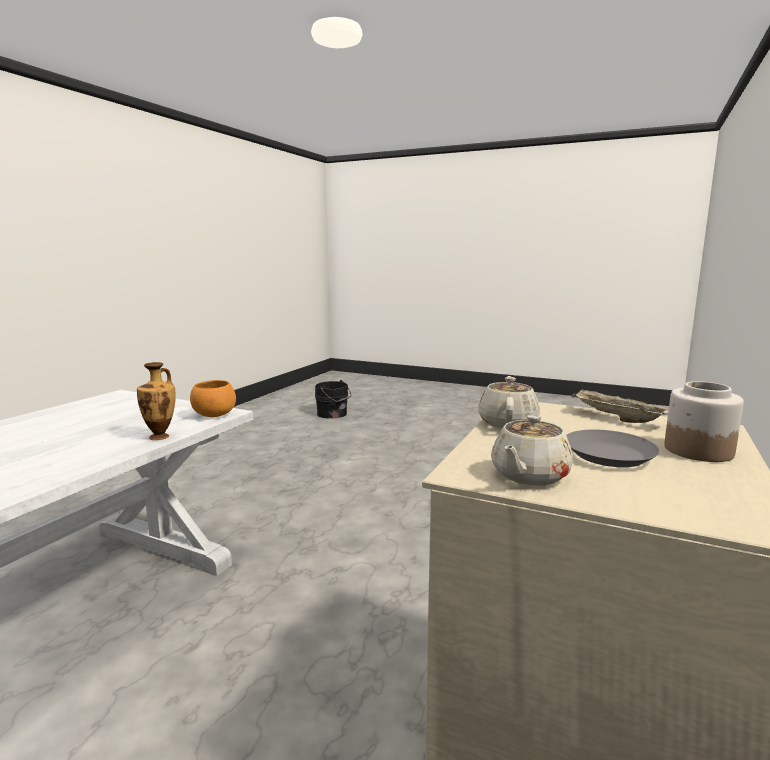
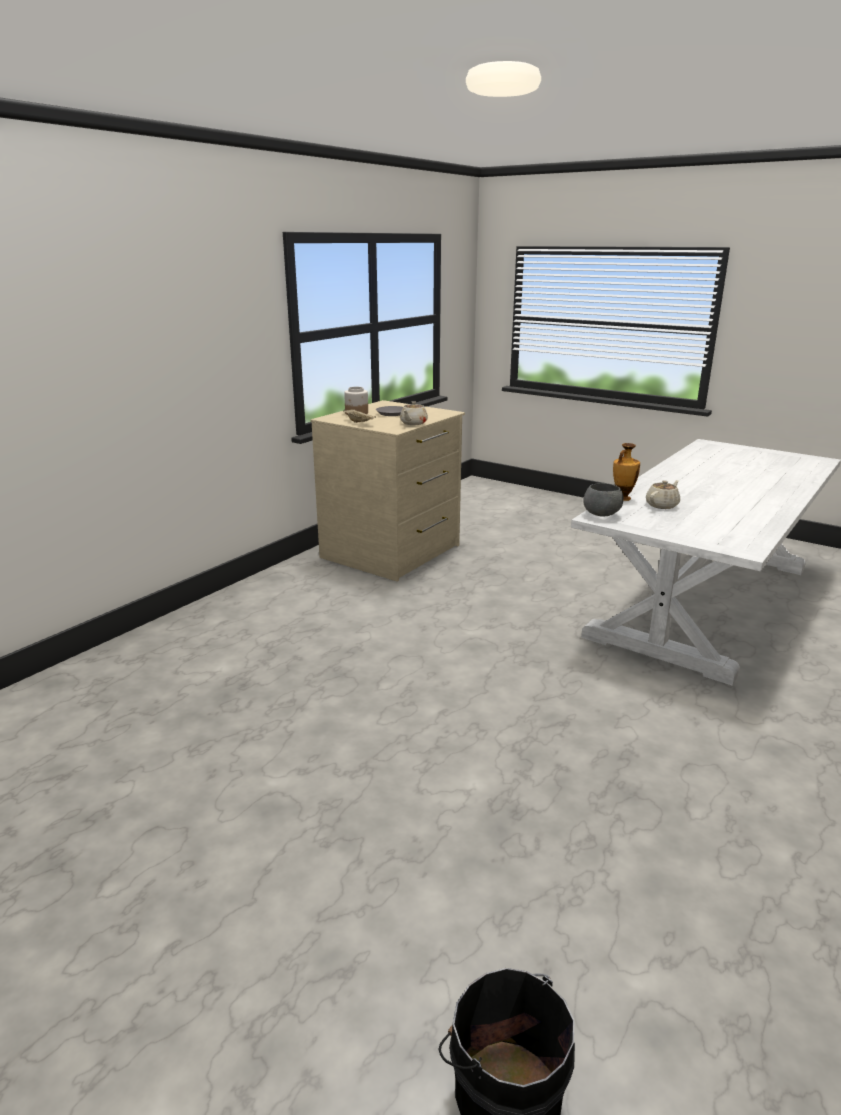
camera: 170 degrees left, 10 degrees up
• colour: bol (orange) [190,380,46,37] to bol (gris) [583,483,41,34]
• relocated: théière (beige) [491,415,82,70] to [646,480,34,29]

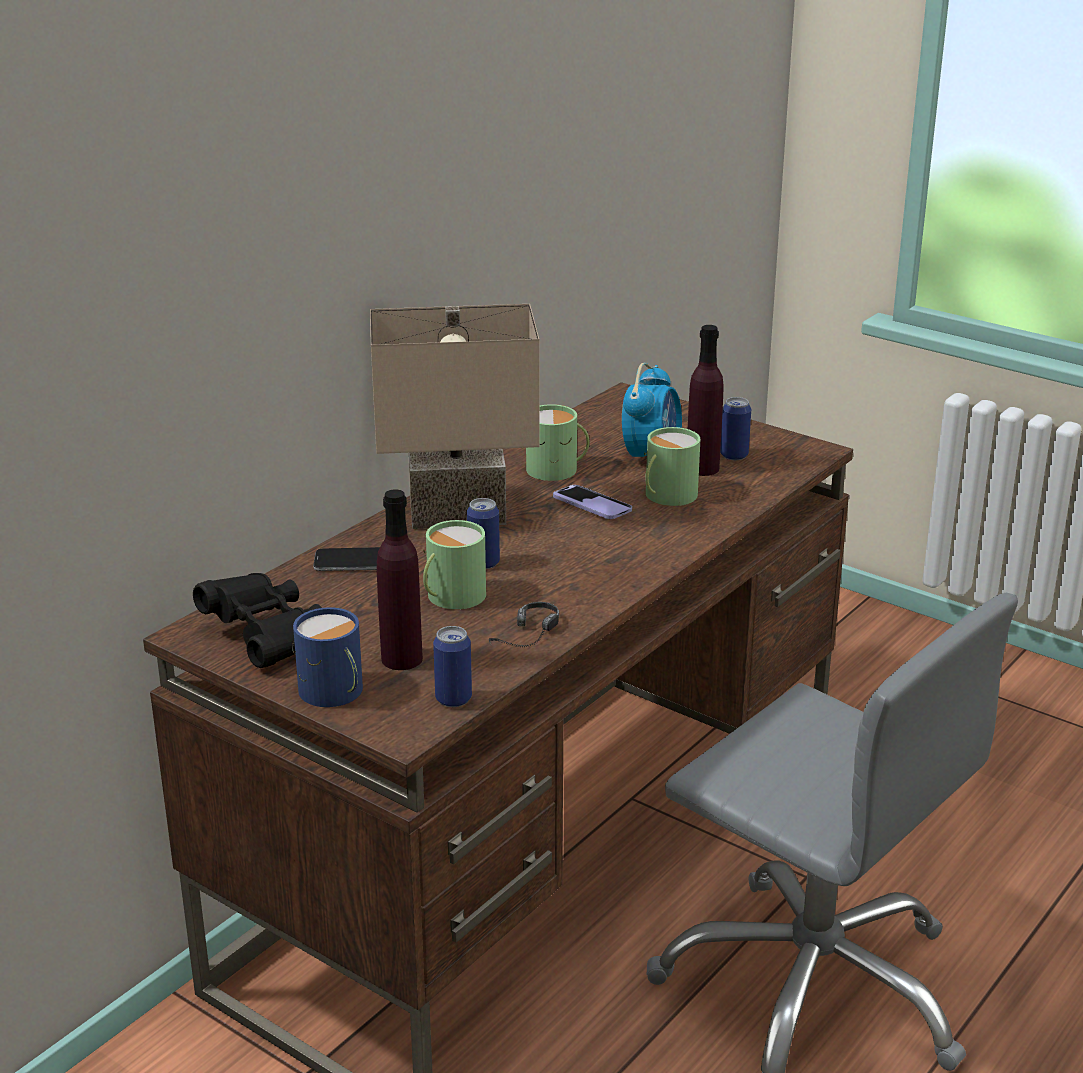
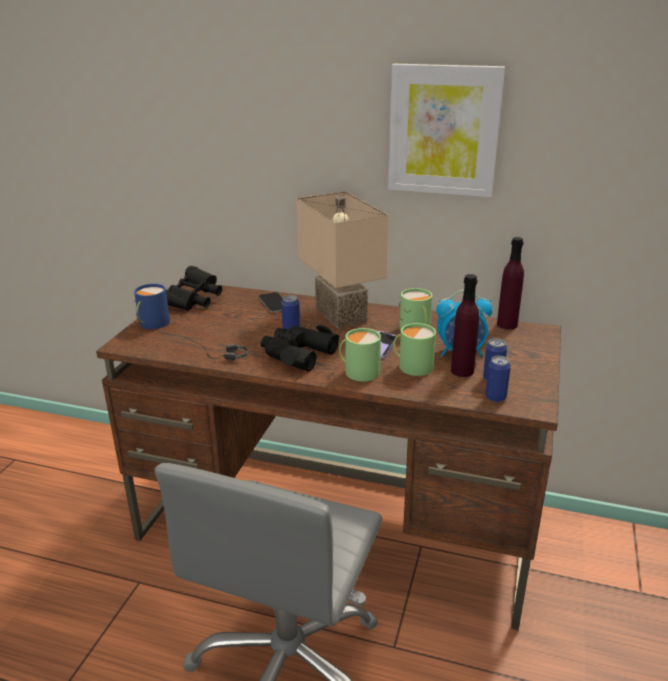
camera: 70 degrees right, 0 degrees up
• relocated: bouteille (violet) [377,489,46,181] to [497,237,27,93]
• relocated: mug (vert) [423,520,63,90] to [339,328,42,53]
• relocated: boîte métallique [433,626,39,81] to [485,356,26,46]
• appeared: jumelles (noir) [261,324,78,47]
• appeared: tableau [388,64,117,133]

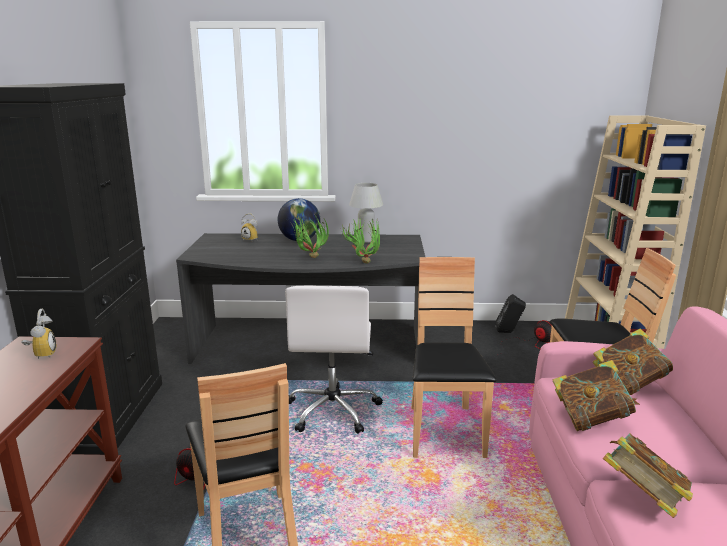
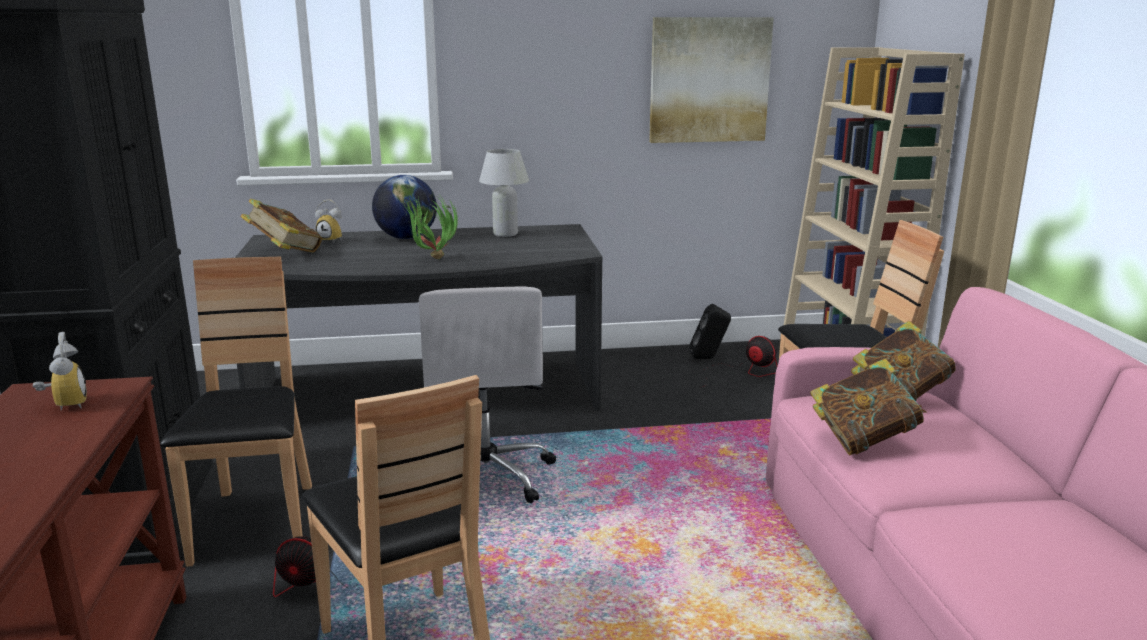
camera: 10 degrees left, 0 degrees up
• missing: plante en pot [342,216,38,48]
• relocated: chaise (marron) [411,257,86,201] to [160,257,152,310]
• relocated: livre [603,433,90,85] to [240,199,82,54]
• appeared: tableau [649,17,125,126]

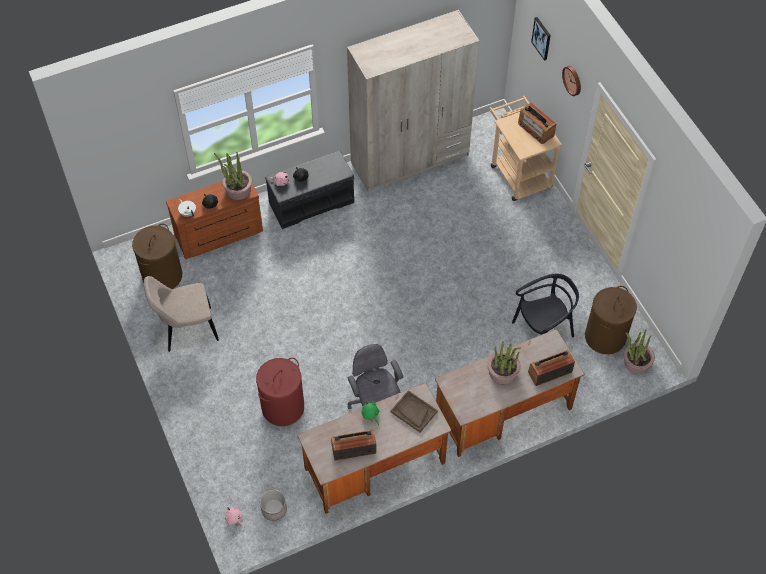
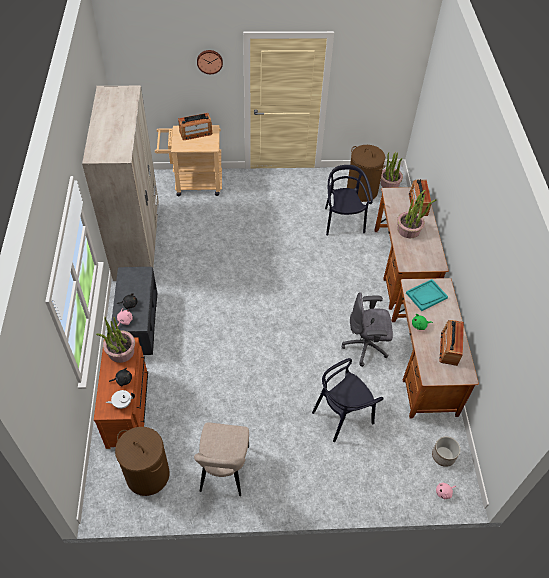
camera: 70 degrees left, 5 degrees down
• exchanged: panier à linge (rouge) [256,358,48,68] to chaise (noir) [312,358,72,84]
• colour: plateau (marron) [391,390,47,42] to plateau (turquoise) [406,279,42,32]
• missing: tableau [531,17,20,44]

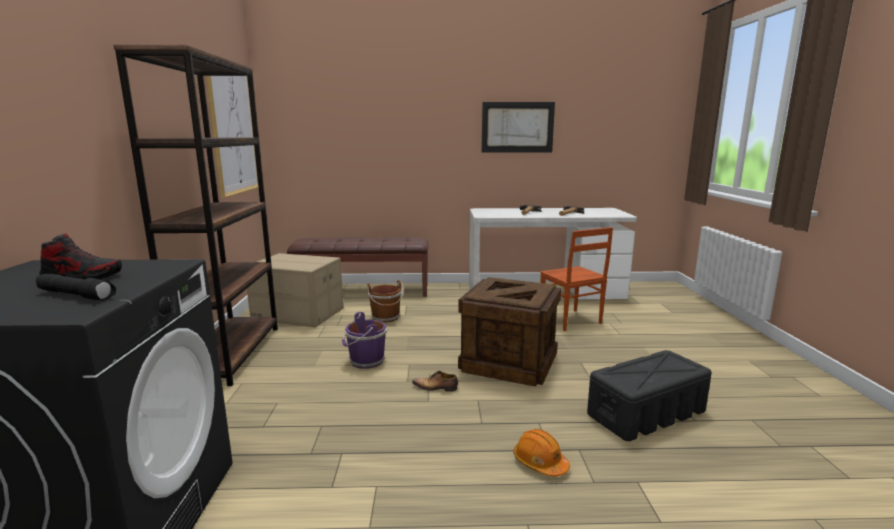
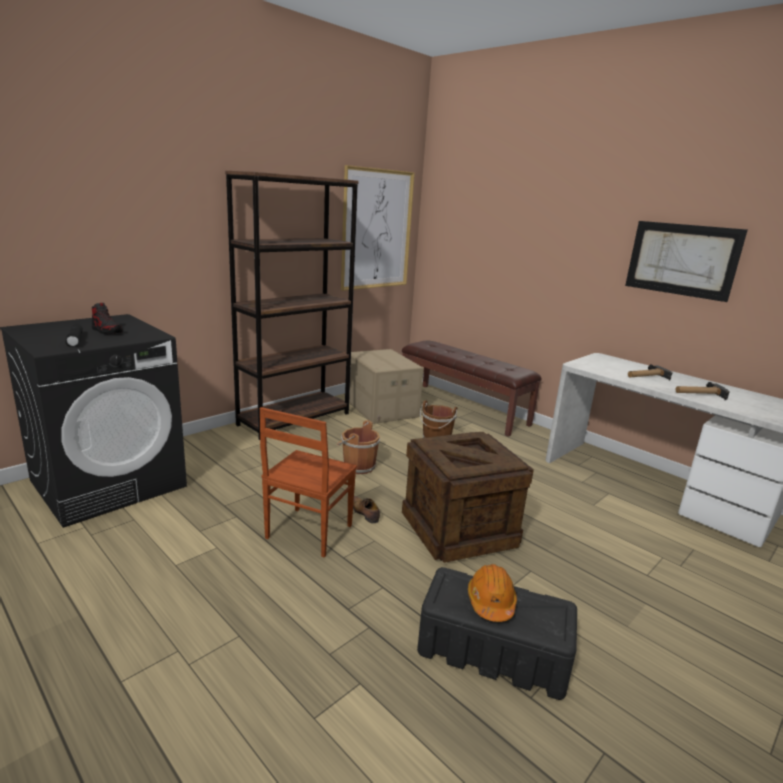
camera: 45 degrees right, 5 degrees up
• colour: seau (violet) [342,312,46,57] to seau (marron) [337,420,43,54]
• relocated: casque de chantier (orange) [514,429,56,47] to [468,564,49,58]
• relocated: chaise (marron) [540,227,73,104] to [260,407,97,151]

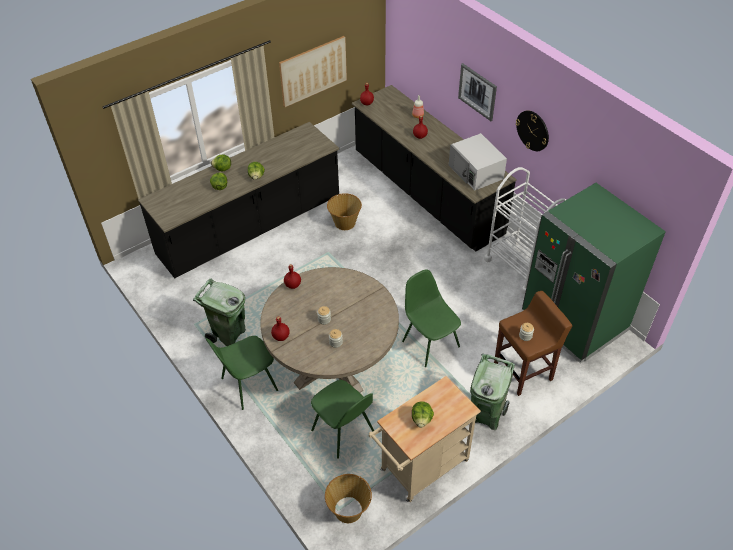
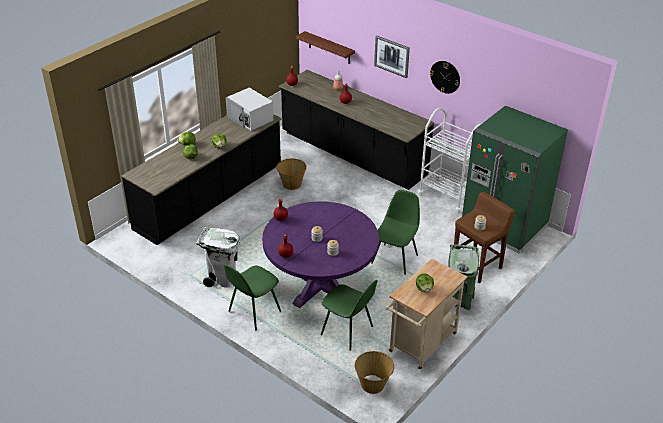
camera: 15 degrees left, 10 degrees down
• colour: poubelle (vert) [193,278,53,68] to poubelle (blanc) [196,227,44,60]
• colour: table à manger (beige) [260,267,139,126] to table à manger (violet) [262,202,117,106]
• missing: tableau [279,36,68,71]
• spun: chaise (vert) [402,269,59,98] = [371,190,49,85] 75 degrees clockwise
• relocated: micro-ondes (blanc) [449,133,58,57] to [226,87,48,44]
• appeared: étagère [296,31,59,33]

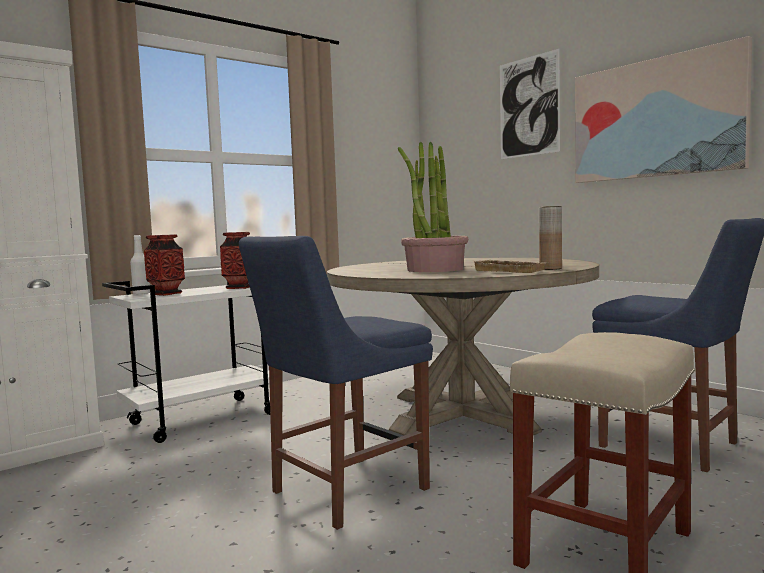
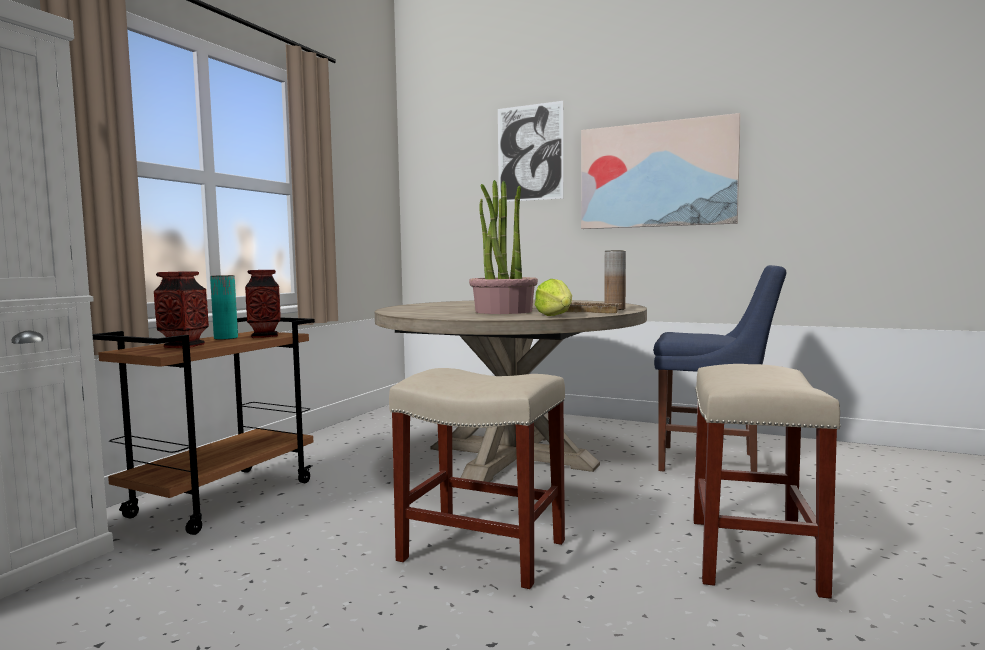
camera: 25 degrees left, 0 degrees up
• colour: chariot (blanc) [102,281,168,162] to chariot (marron) [92,317,223,218]
• missing: bouteille (blanc) [130,235,20,60]
• exchanged: chaise (bleu) [239,236,194,294] to tabouret (beige) [389,368,176,221]
• appeared: vase (turquoise) [210,275,28,65]
• appeared: laitue [535,279,37,37]

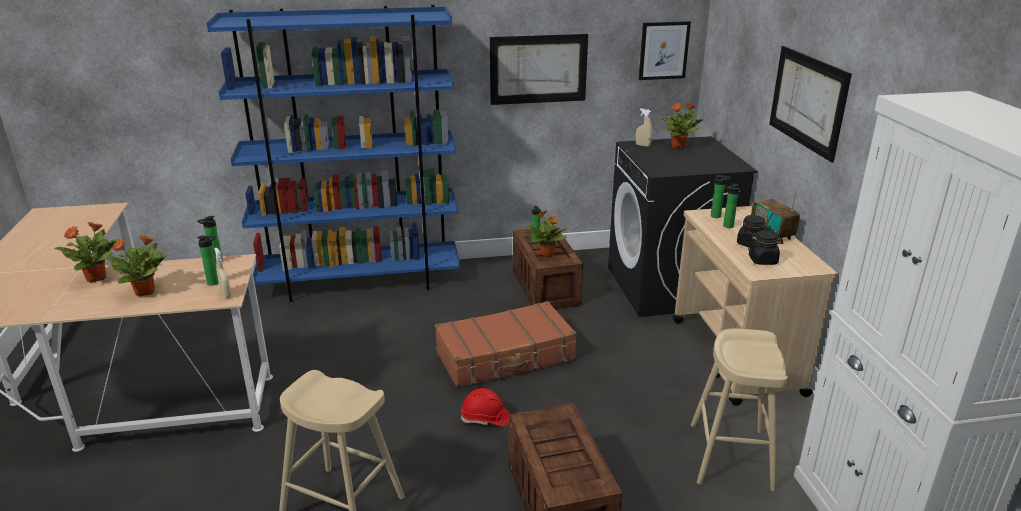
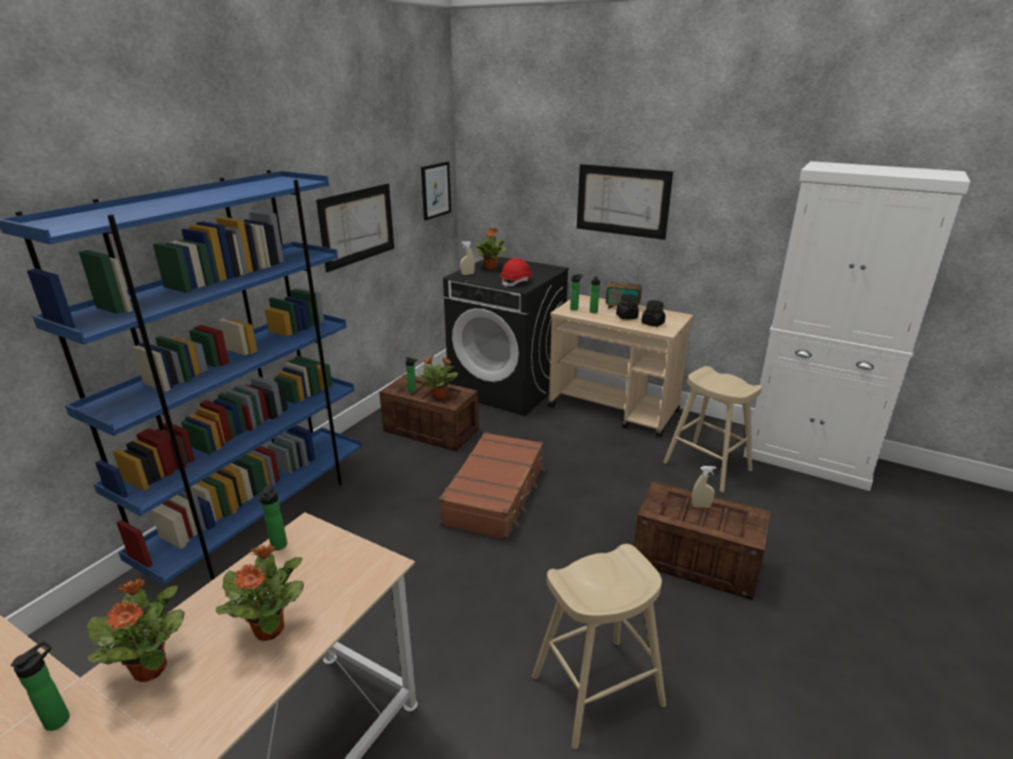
camera: 50 degrees left, 0 degrees up
• relocated: bouteille [197,235,22,50] to [11,641,59,90]
• relocated: vaporisateur (beige) [214,248,17,50] to [691,466,25,42]
• relocated: casque de chantier (rouge) [460,388,49,38] to [500,258,35,29]

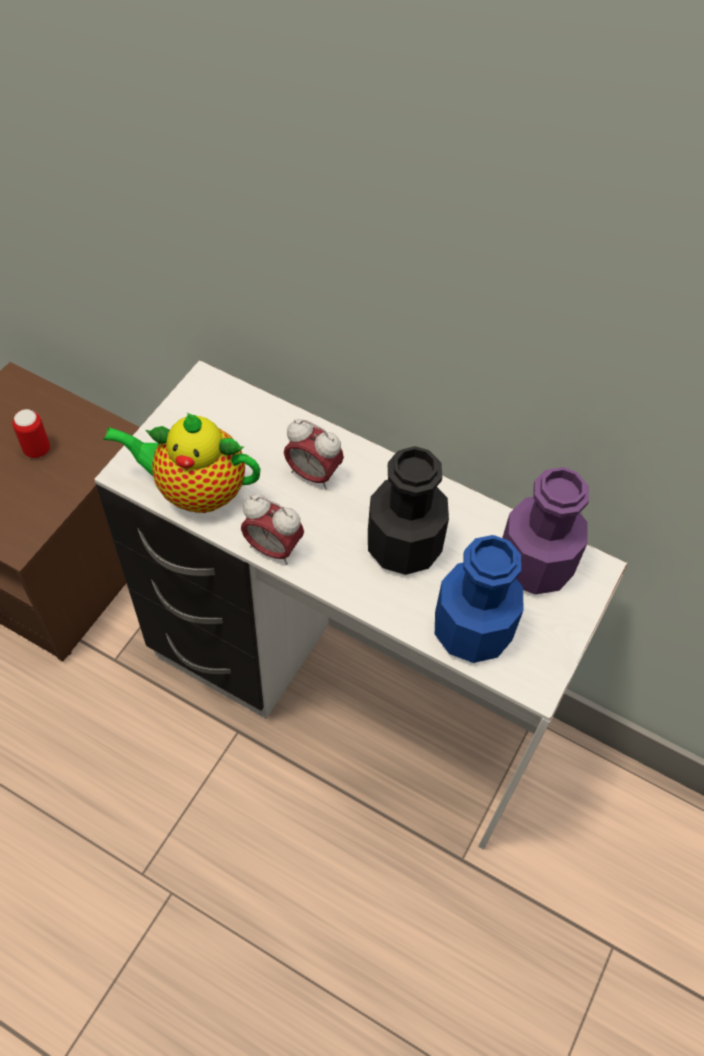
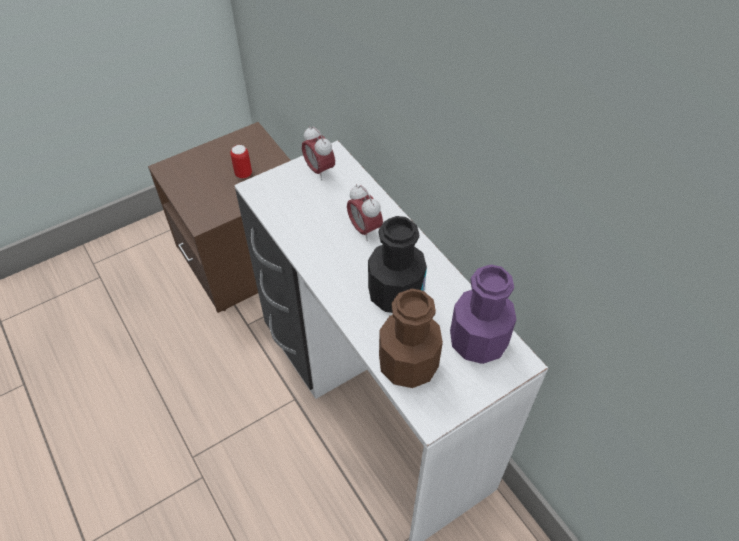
camera: 30 degrees right, 5 degrees down
• missing: théière [103,413,157,100]
• relocated: réveil [241,494,63,71] to [302,126,33,54]
• colour: bouteille (bleu) [435,535,89,128] to bouteille (marron) [379,288,64,100]

